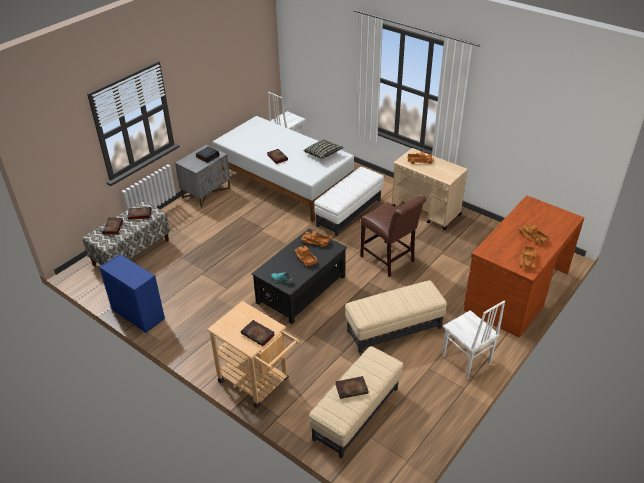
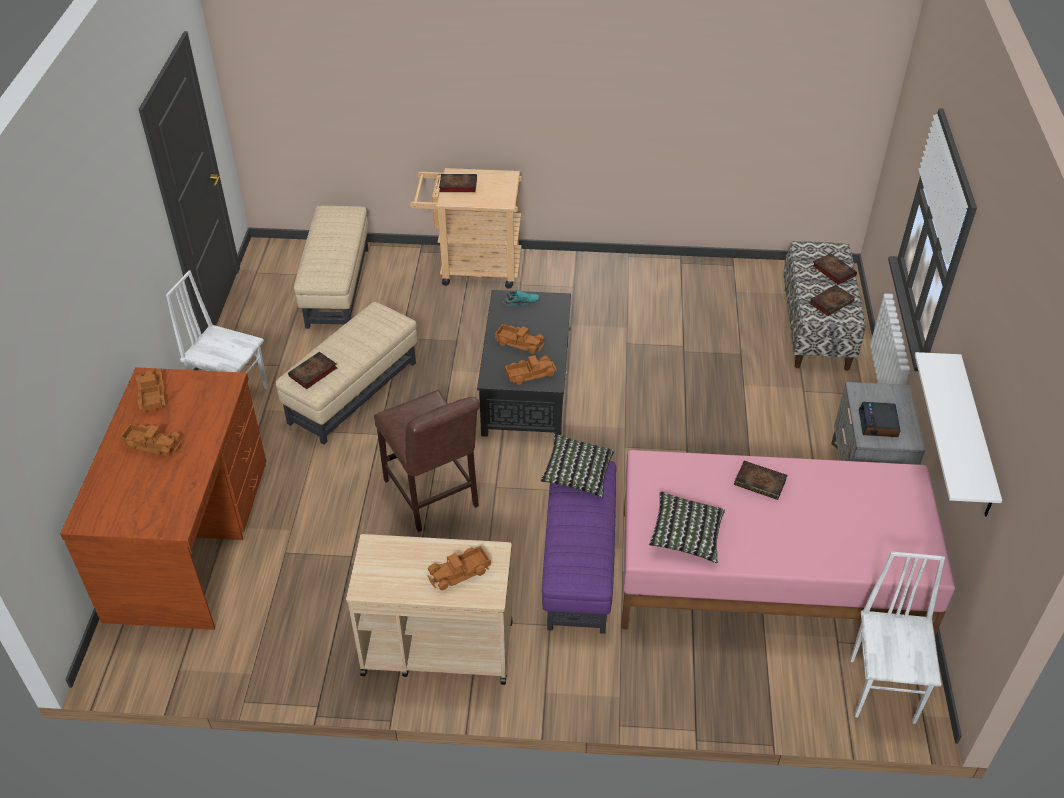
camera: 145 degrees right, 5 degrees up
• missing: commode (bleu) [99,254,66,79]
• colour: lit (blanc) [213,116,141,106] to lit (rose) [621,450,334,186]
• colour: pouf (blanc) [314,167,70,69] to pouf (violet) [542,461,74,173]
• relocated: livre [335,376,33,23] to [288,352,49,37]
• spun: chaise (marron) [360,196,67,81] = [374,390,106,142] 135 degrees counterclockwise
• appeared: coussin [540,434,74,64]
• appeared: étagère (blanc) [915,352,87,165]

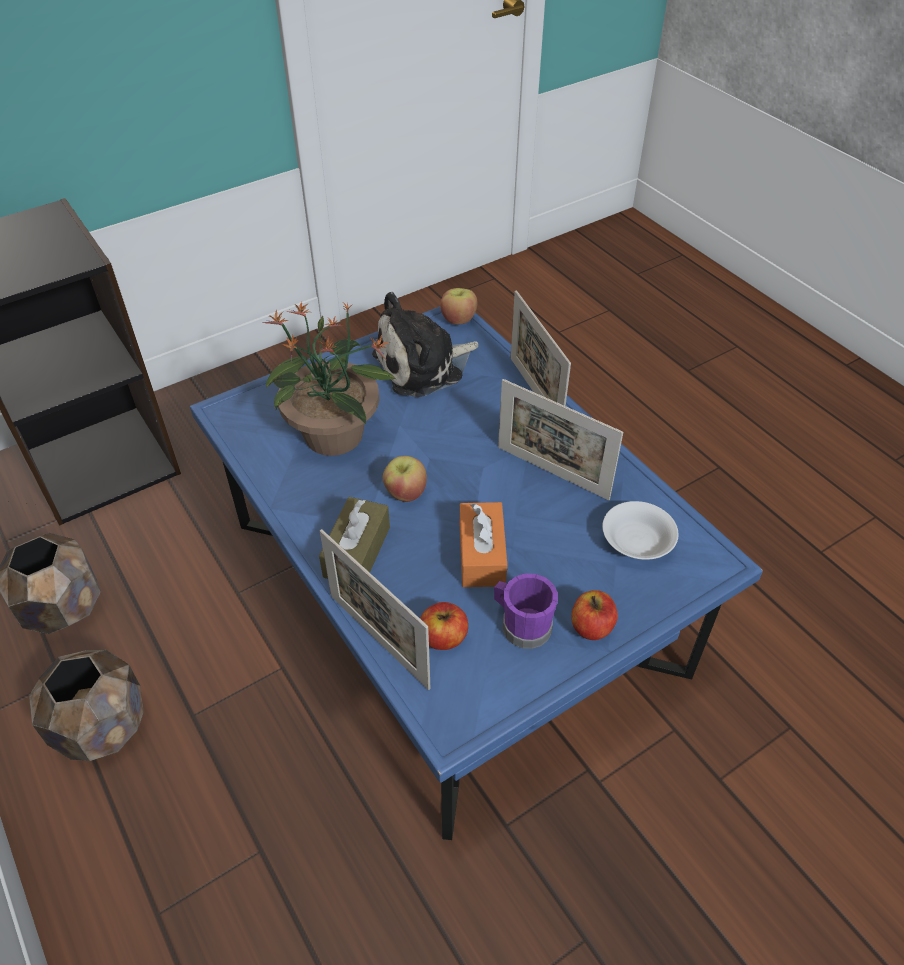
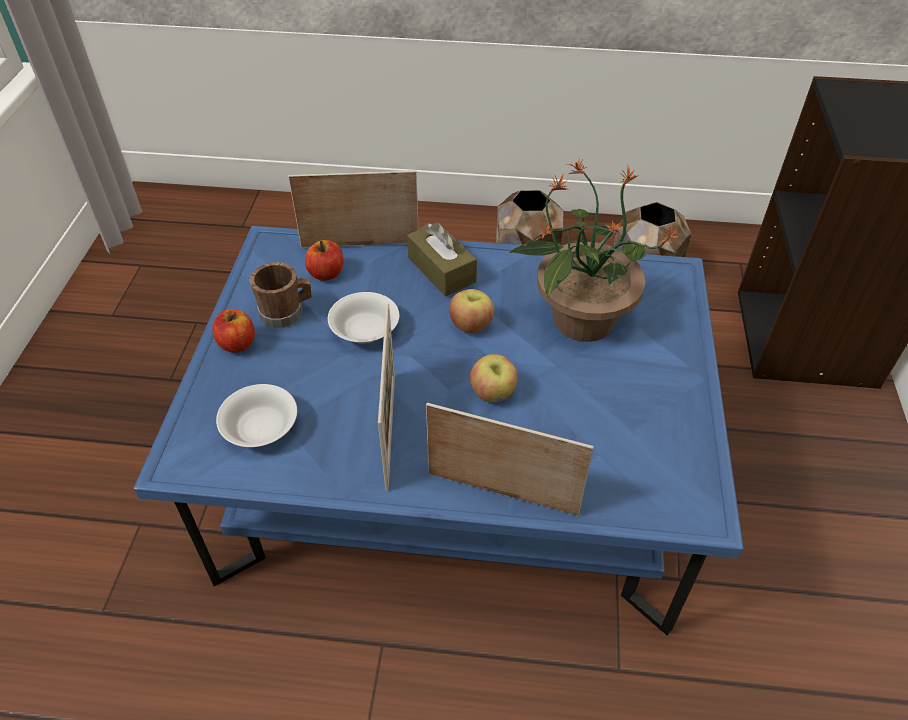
camera: 130 degrees right, 0 degrees up
• missing: peluche [372,292,107,105]
• relocated: pomme [440,288,38,37] to [470,354,48,48]
• exchanged: boîte à mouchoirs (orange) [460,502,47,85] to bol (blanc) [328,292,71,52]
• colour: mug (violet) [494,573,64,76] to mug (marron) [249,262,63,66]
• spun: cadre photo [498,379,125,121] = [378,304,17,187] 105 degrees clockwise

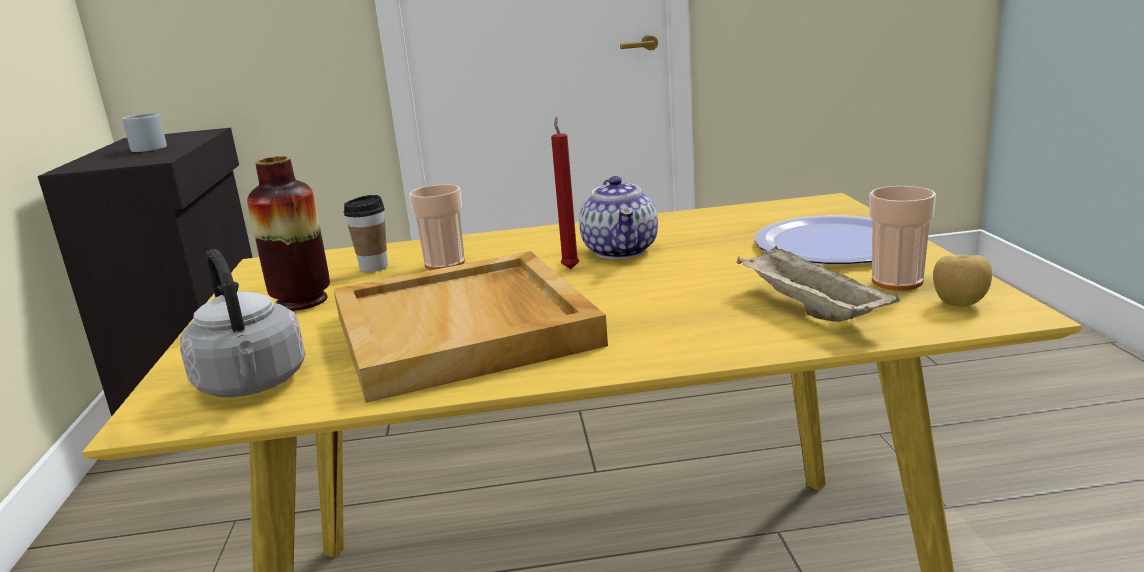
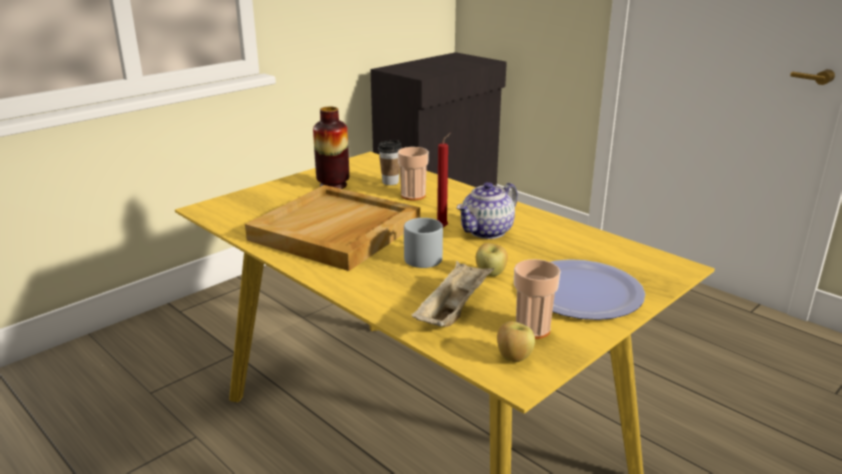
camera: 50 degrees right, 5 degrees up
• relocated: mug (gris) [122,113,45,39] to [404,218,39,50]
• missing: bouilloire (gris) [180,249,125,148]
• appeared: pomme [476,243,32,33]

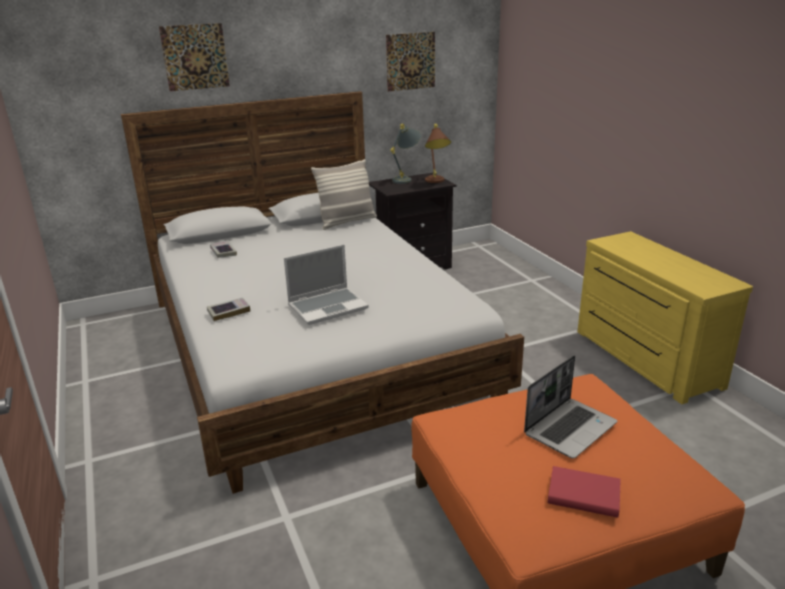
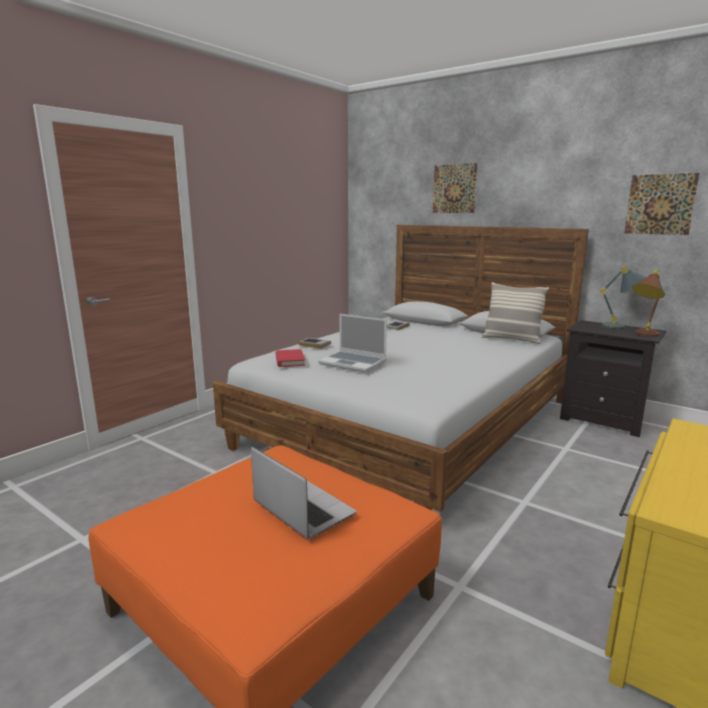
camera: 60 degrees right, 10 degrees down
• spun: ordinateur portable [524,355,93,104] = [251,446,105,93] 150 degrees counterclockwise
• relocated: livre (rouge) [548,466,73,52] to [275,349,30,18]

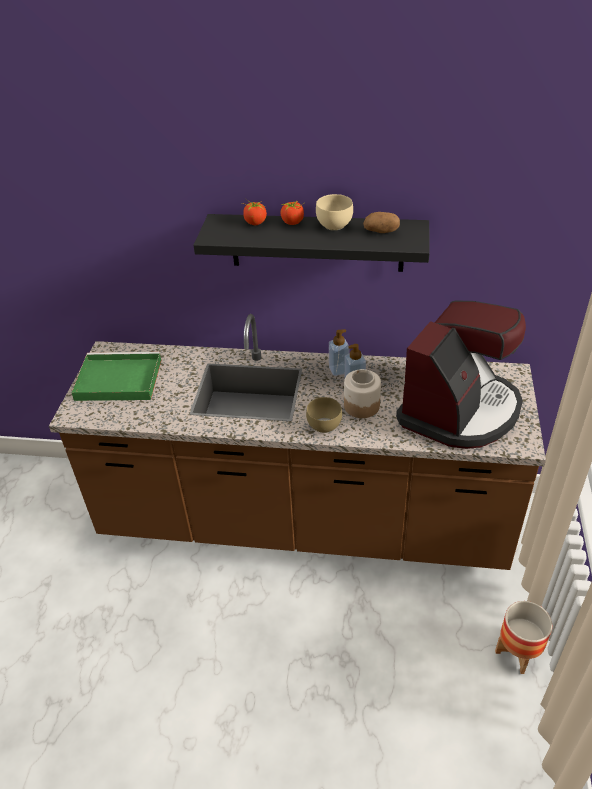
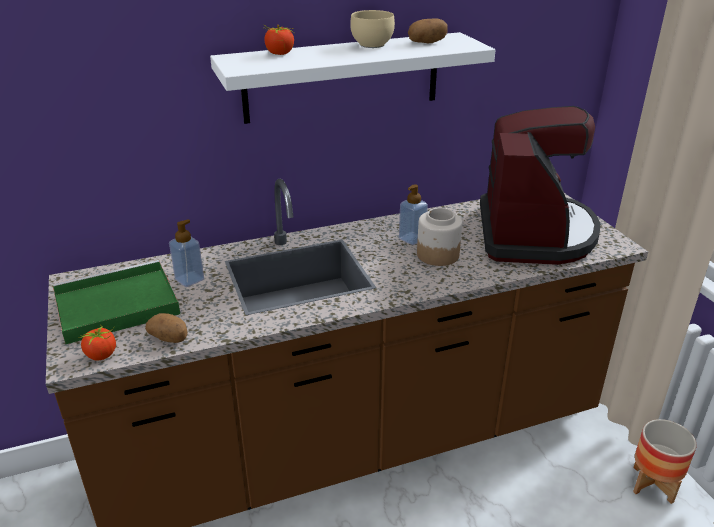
camera: 30 degrees left, 10 degrees down
• colour: étagère (noir) [193,214,237,58] to étagère (blanc) [210,32,286,92]
• relocated: tomate [280,200,25,25] to [79,324,37,36]
• missing: bol (marron) [306,397,36,36]
• relocated: distributeur de savon [329,329,20,47] to [169,219,35,68]
• appeared: pomme de terre [145,313,43,30]

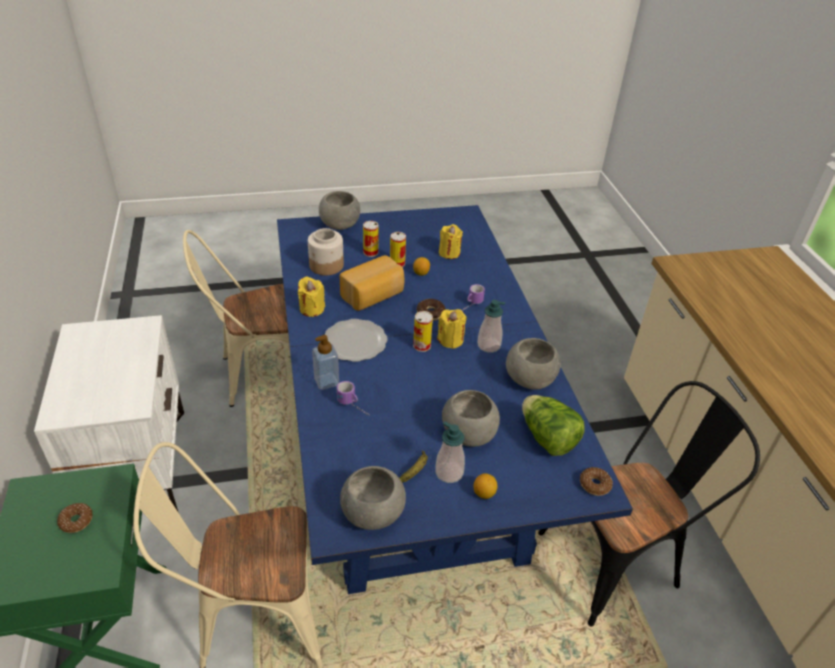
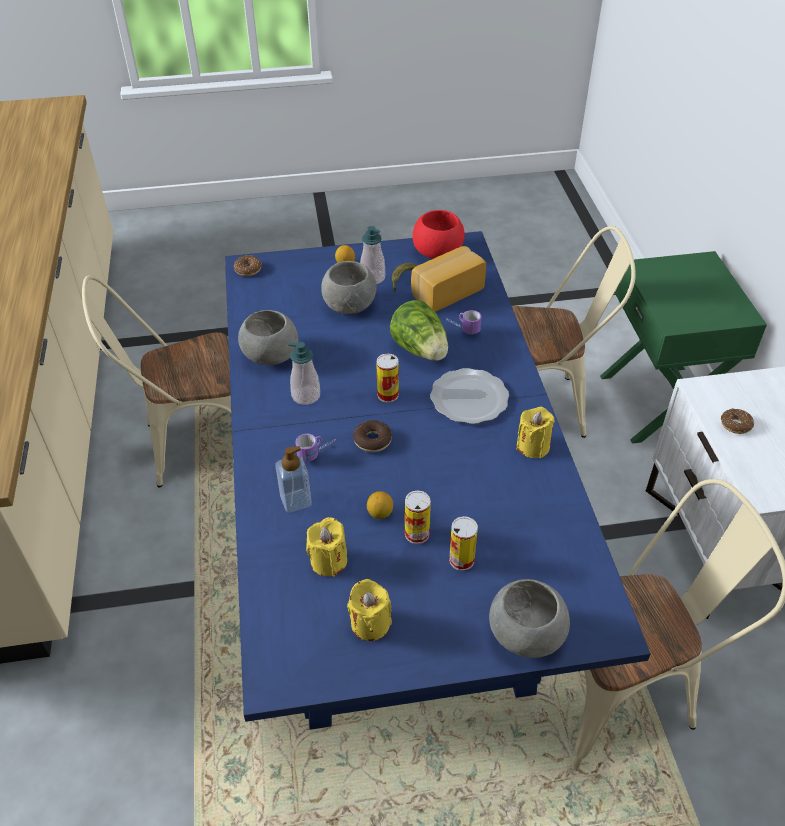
camera: 175 degrees left, 5 degrees up
• relocated: beignet [57,503,36,30] to [721,408,33,26]
• missing: bocal [308,228,36,47]
• relocated: distributeur de savon [312,335,27,55] to [275,446,37,67]
• relocated: pain [340,255,64,56] to [411,246,75,66]
• colour: bol (gris) [340,466,66,64] to bol (rouge) [413,210,52,49]
• relocated: bougie (jaune) [437,309,30,40] to [347,579,45,62]
• relocated: laitue [522,395,63,61] to [390,300,58,61]
• colour: chaise (noir) [538,381,222,246] to chaise (beige) [82,275,149,212]

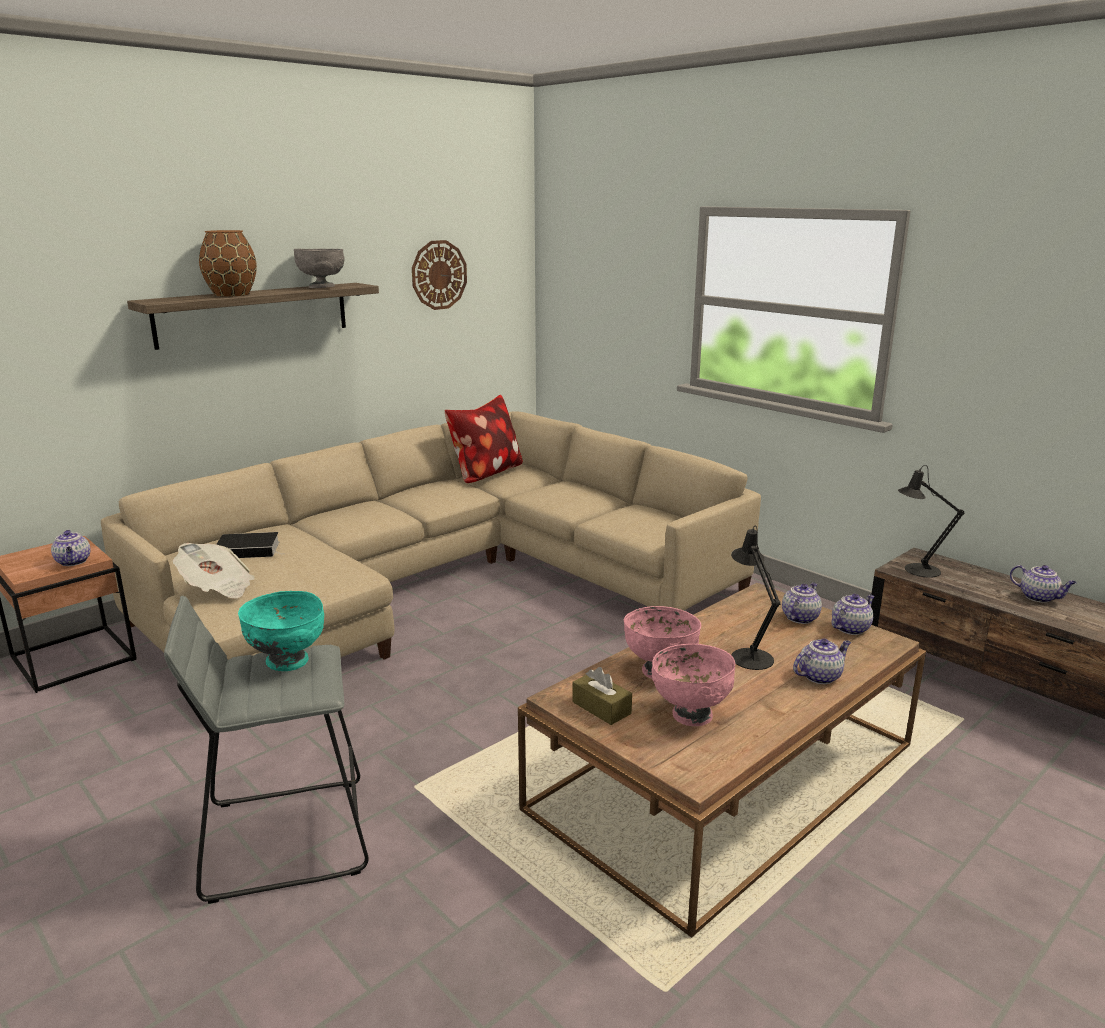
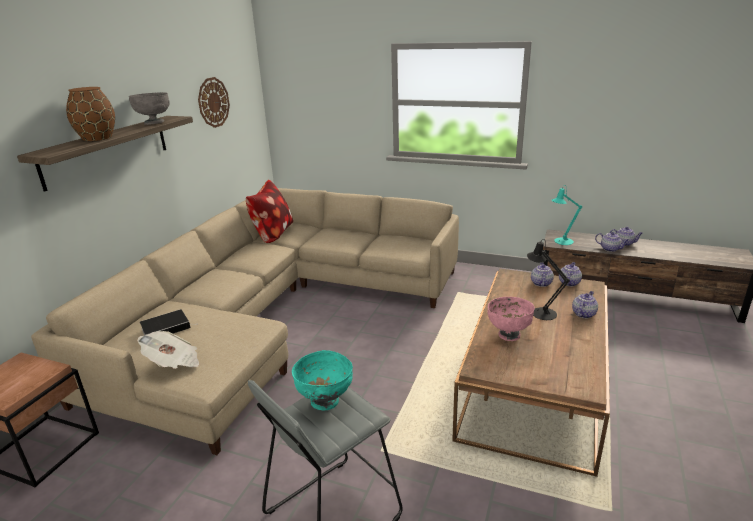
camera: 25 degrees left, 5 degrees up
• relocated: théière [51,530,40,36] to [595,232,34,20]
• missing: boîte à mouchoirs (marron) [572,667,60,58]
• missing: bol (rose) [652,644,83,82]
• colour: lampe de table (noir) [898,465,66,113] to lampe de table (turquoise) [552,186,30,59]

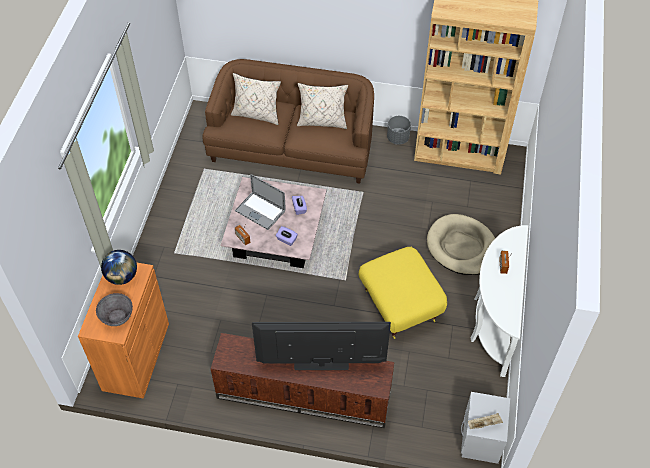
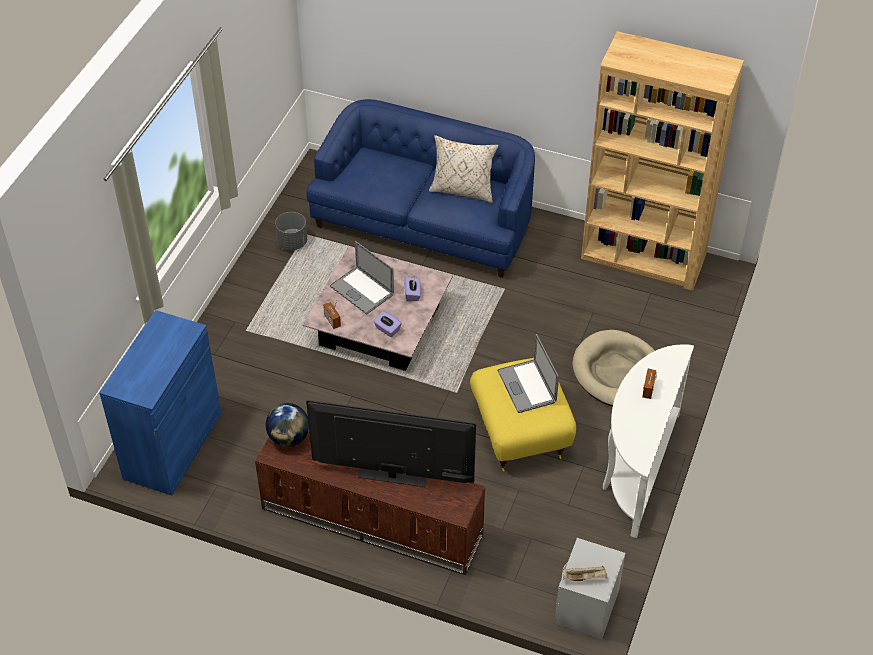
camera: 10 degrees right, 5 degrees down
• colour: meuble de rangement (orange) [78,262,91,137] to meuble de rangement (bleu) [99,310,123,186]
• missing: bol (gris) [96,293,37,33]
• relocated: globe [101,250,36,35] to [266,403,43,44]
• colour: canapé (marron) [202,59,172,125] to canapé (bleu) [306,99,229,179]
• missing: coussin (beige) [231,73,50,52]
• relocated: cache-pot (gris) [387,116,24,29] to [275,212,32,38]
• appeared: ordinateur portable [497,334,62,79]

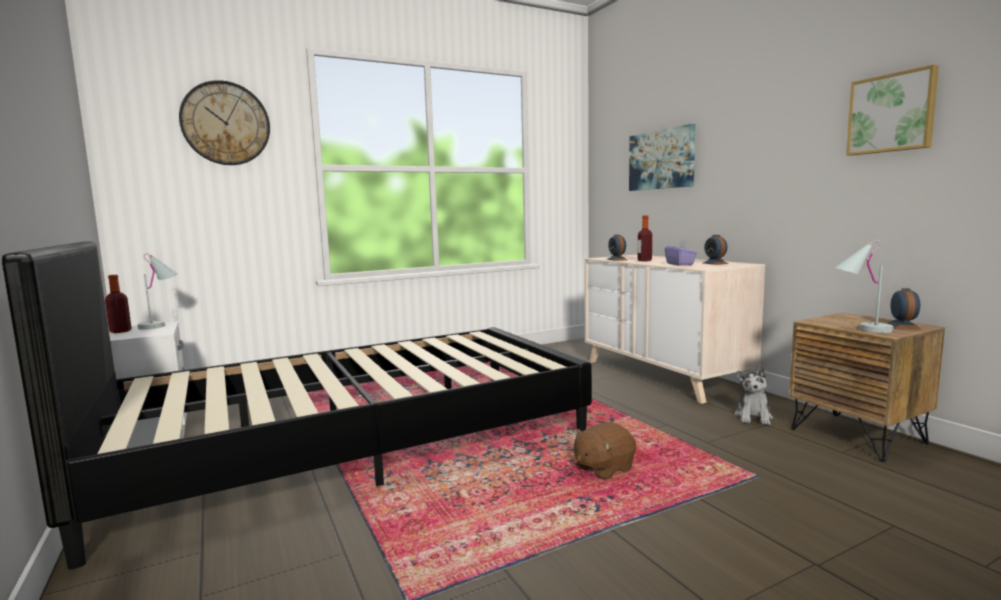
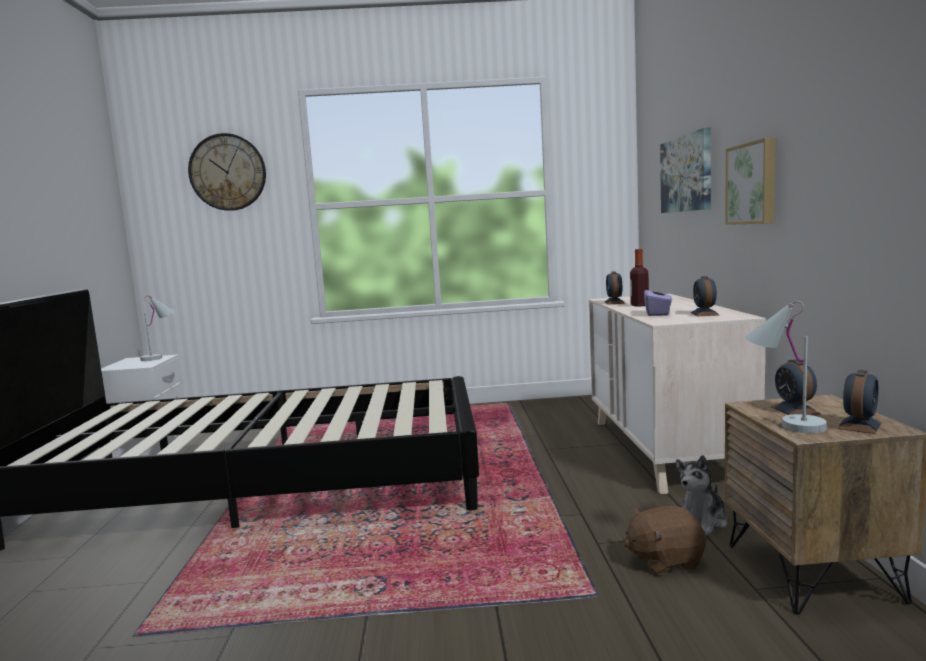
camera: 25 degrees right, 0 degrees up
• missing: bouteille [105,275,27,58]
• relocated: peluche (marron) [573,422,63,58] to [624,505,82,70]
• relocated: tableau [846,64,93,92] to [726,137,49,88]
• appeared: réveil [771,359,49,56]

